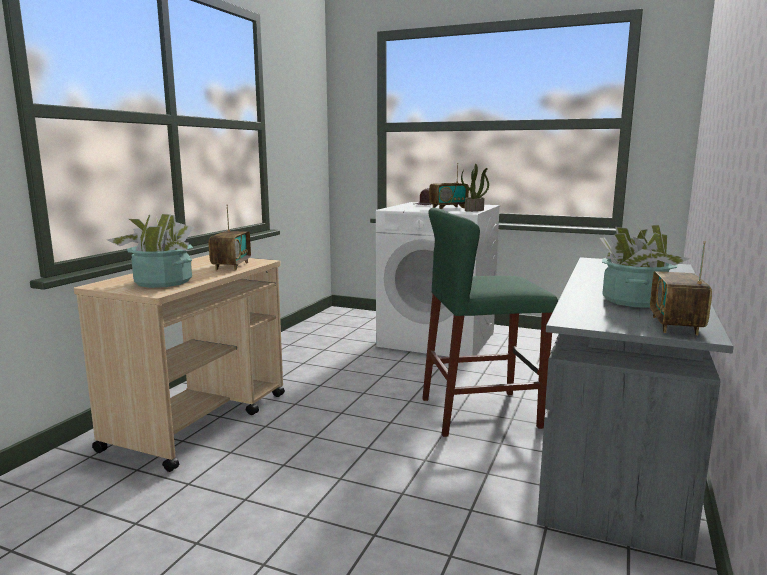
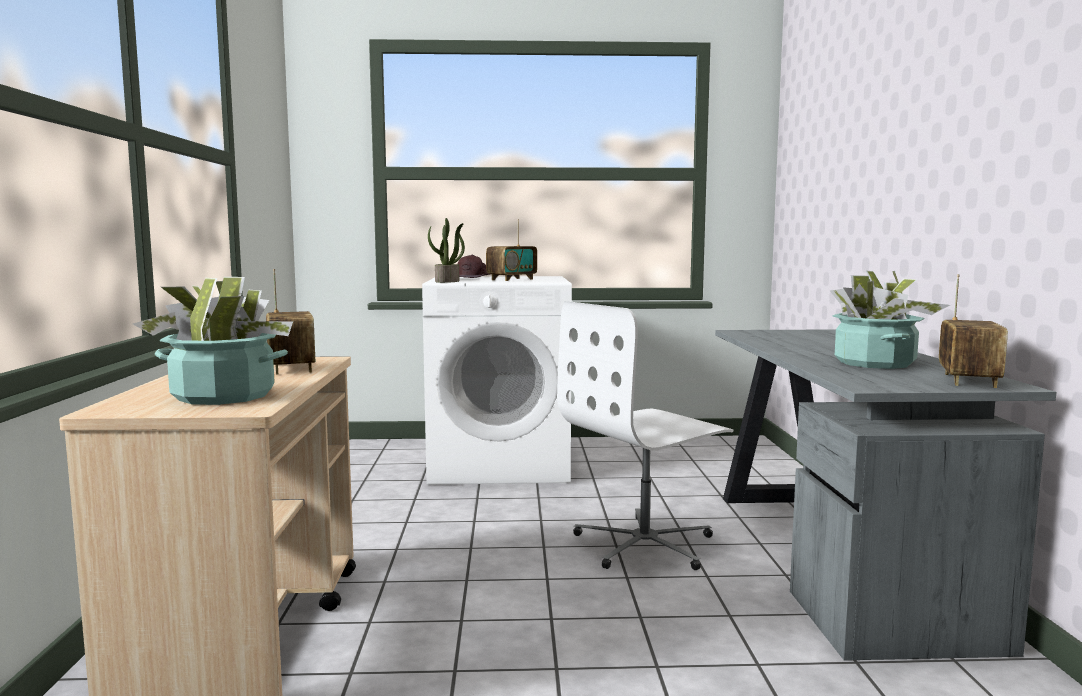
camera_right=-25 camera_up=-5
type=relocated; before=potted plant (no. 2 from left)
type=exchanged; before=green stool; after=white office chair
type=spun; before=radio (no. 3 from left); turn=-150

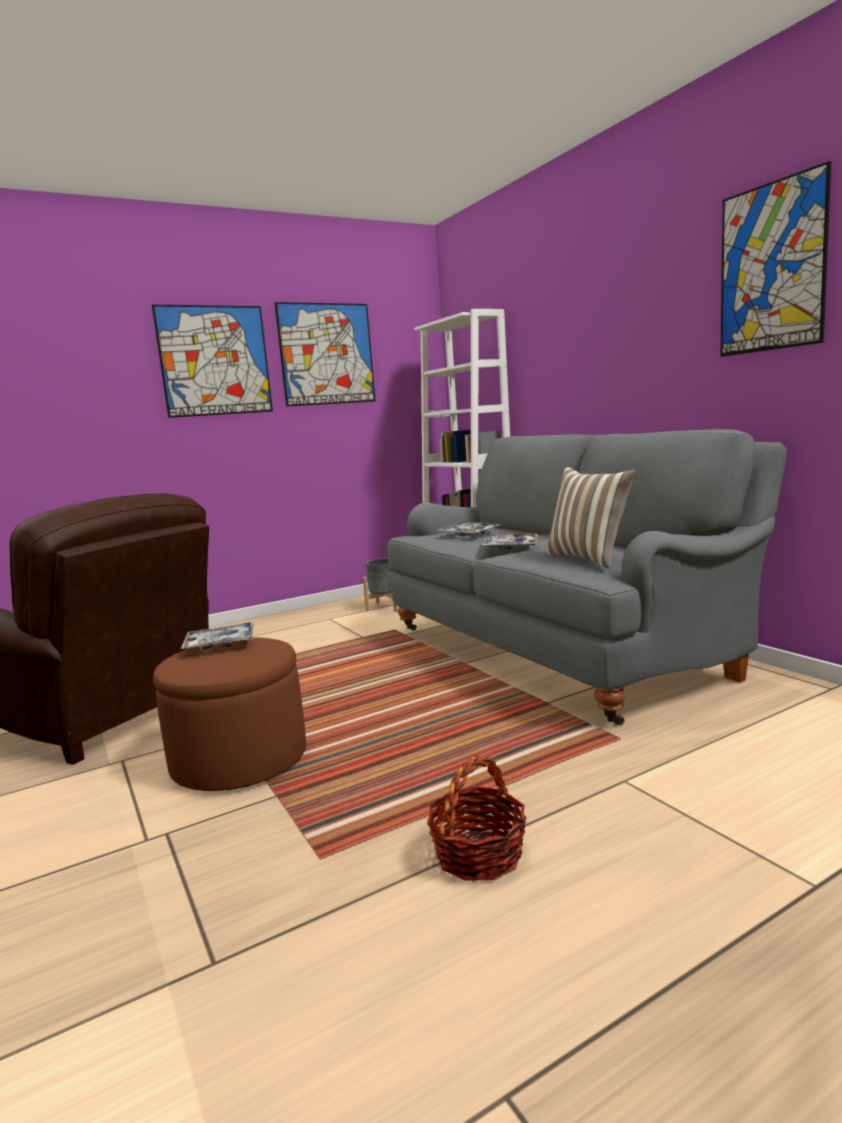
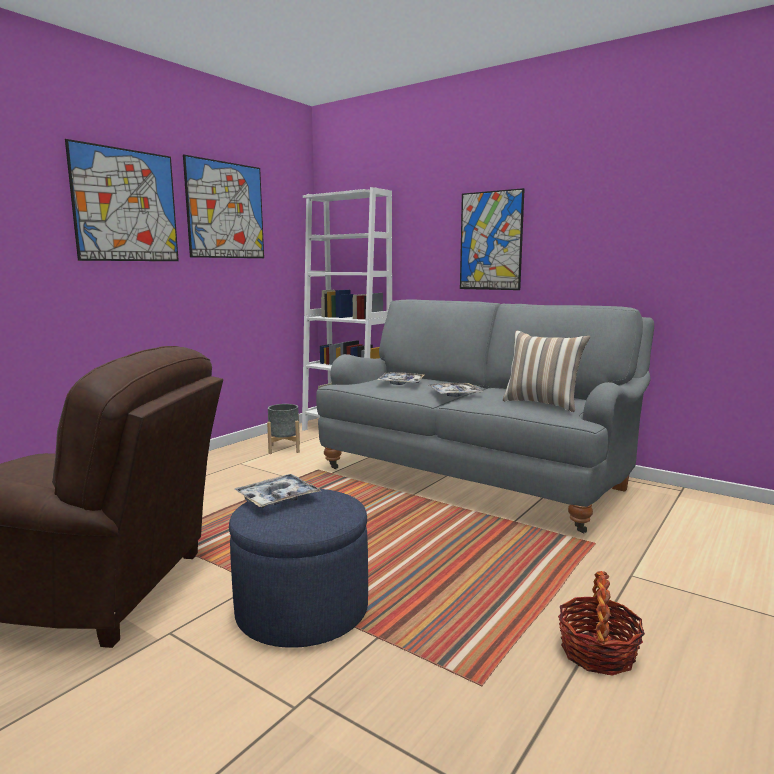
camera_right=-25 camera_up=0
type=relocated; before=picture (no. 3 from left)
type=colour; before=brown ottoman; after=blue ottoman

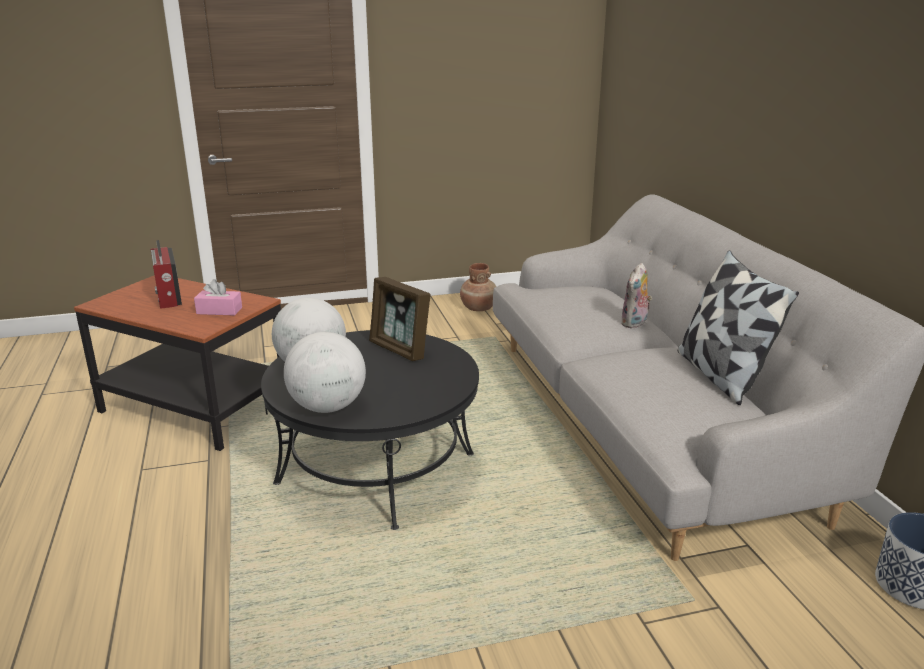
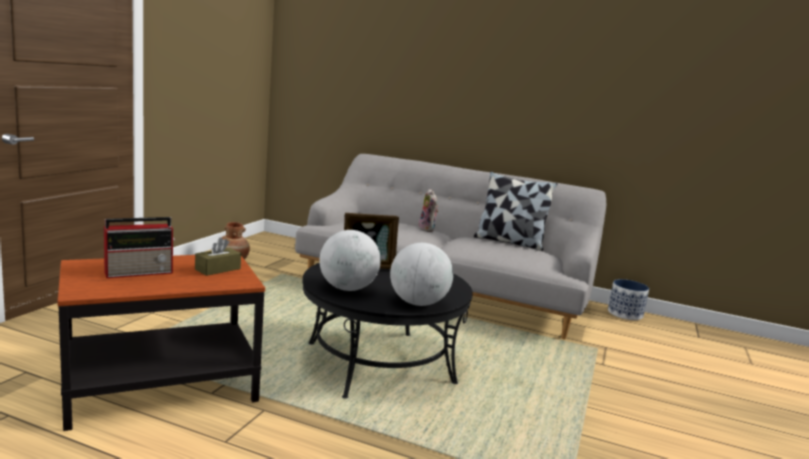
camera_right=-55 camera_up=-10
type=colour; before=pink tissue box; after=brown tissue box
type=spun; before=radio; turn=-45

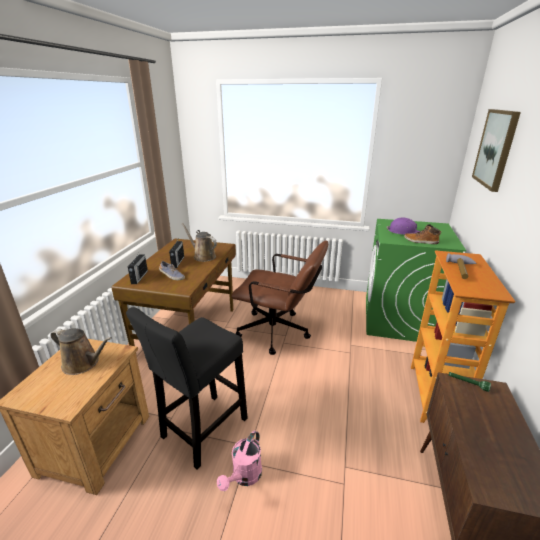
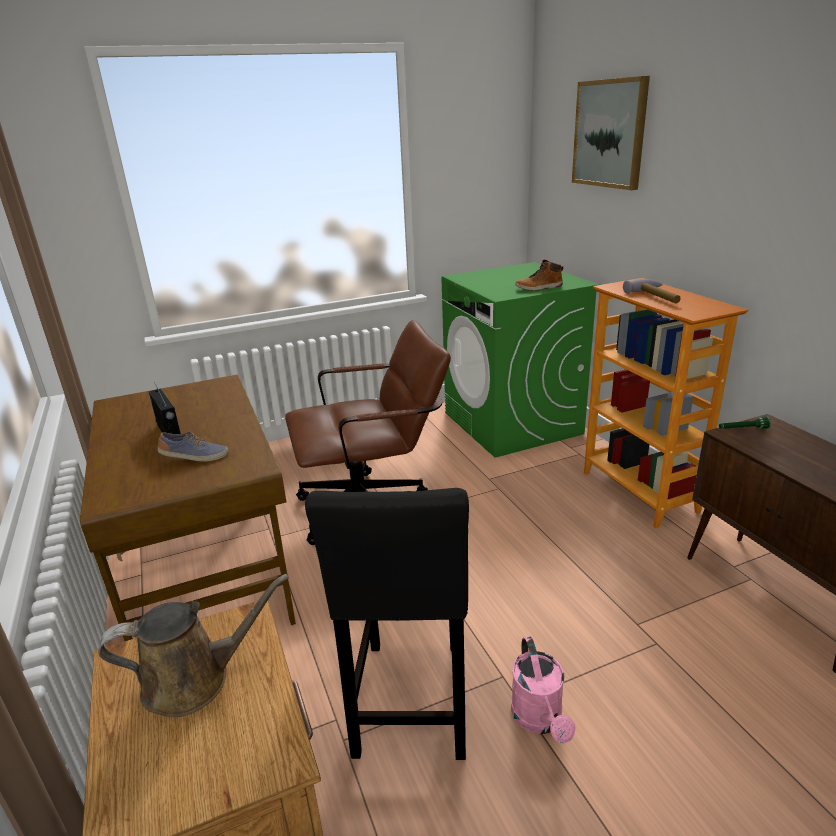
camera_right=-35 camera_up=0
type=missing; before=radio (no. 1 from left)
type=missing; before=brown watering can (no. 2 from left)
type=missing; before=purple hard hat

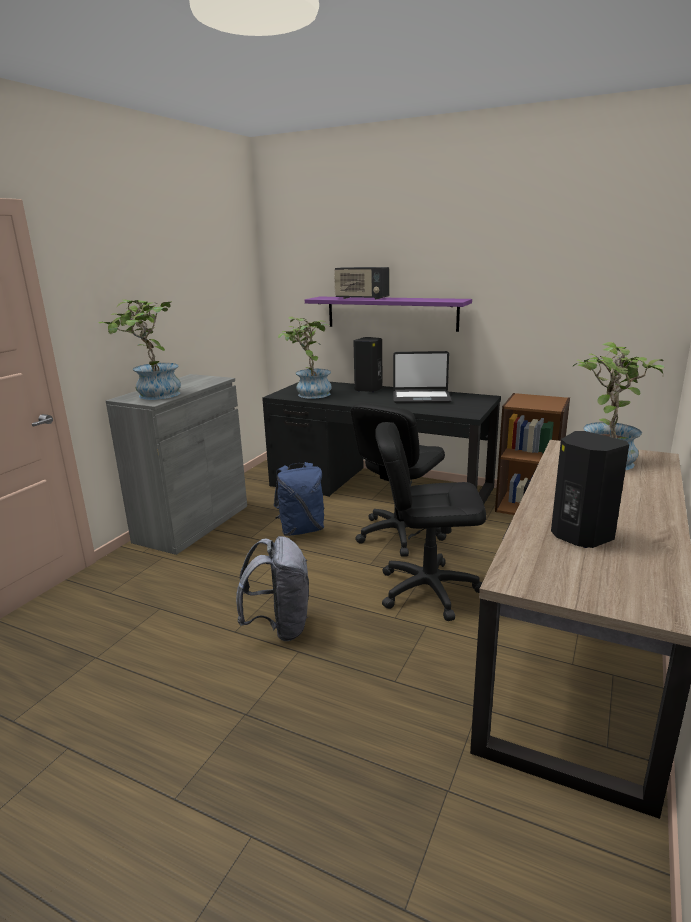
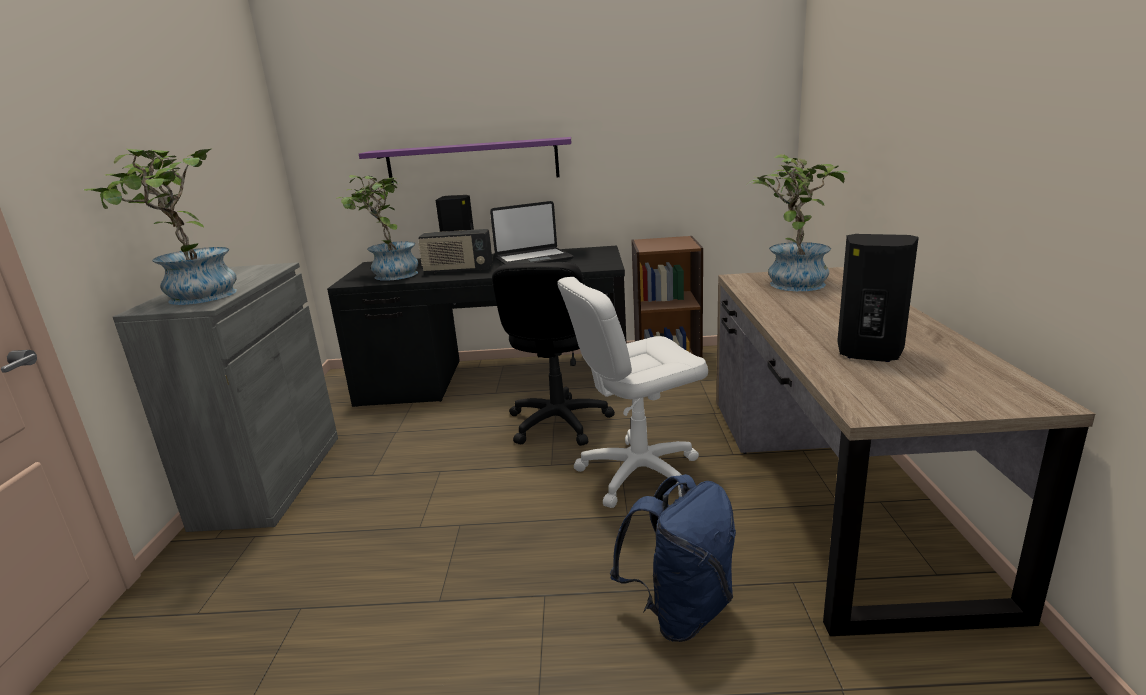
camera_right=-25 camera_up=0
type=missing; before=grey backpack
type=relocated; before=blue backpack
type=relocated; before=radio
type=colour; before=black office chair (no. 2 from left); after=white office chair

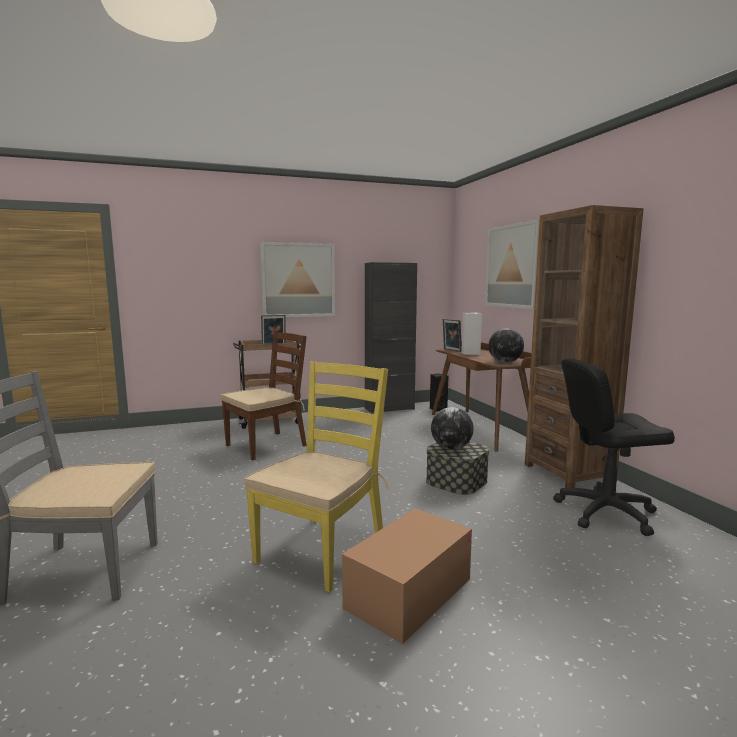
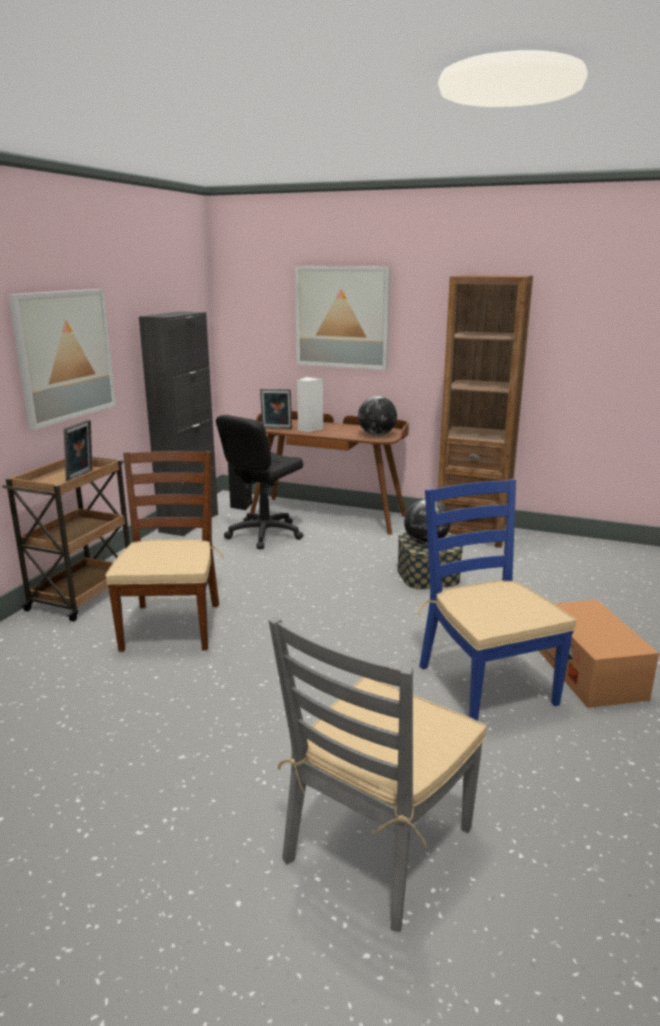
camera_right=-50 camera_up=10
type=relocated; before=black office chair
type=colour; before=yellow chair; after=blue chair

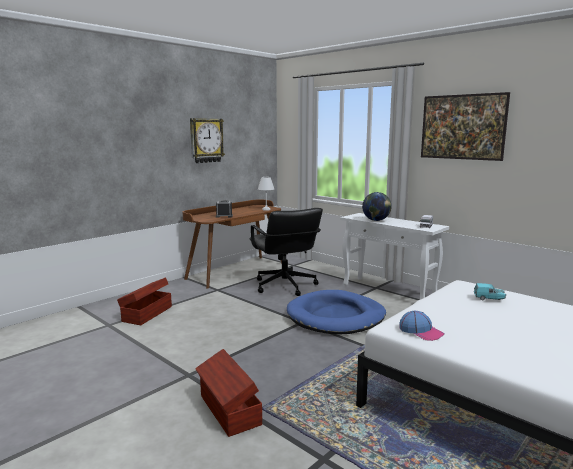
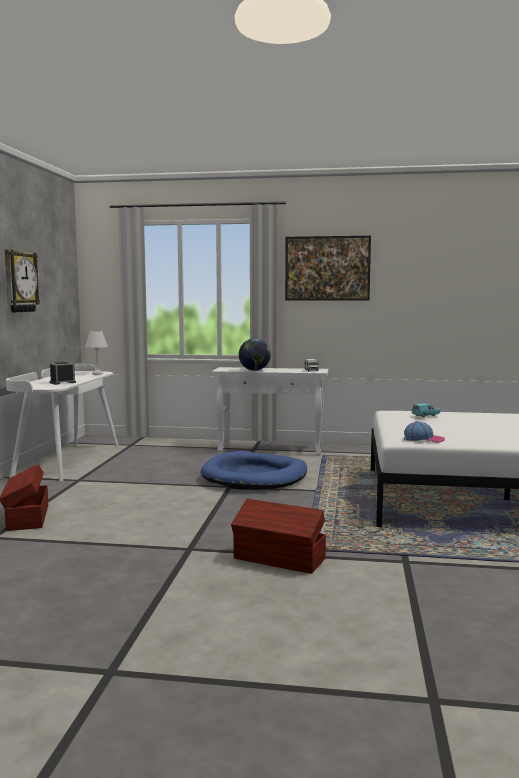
camera_right=-35 camera_up=-5
type=missing; before=black office chair
type=colour; before=brown desk; after=white desk

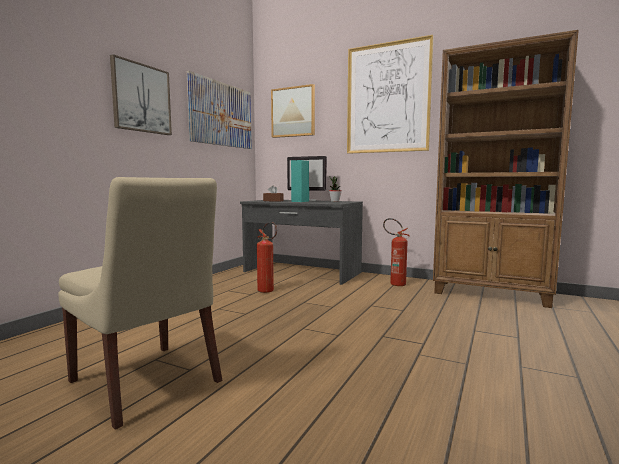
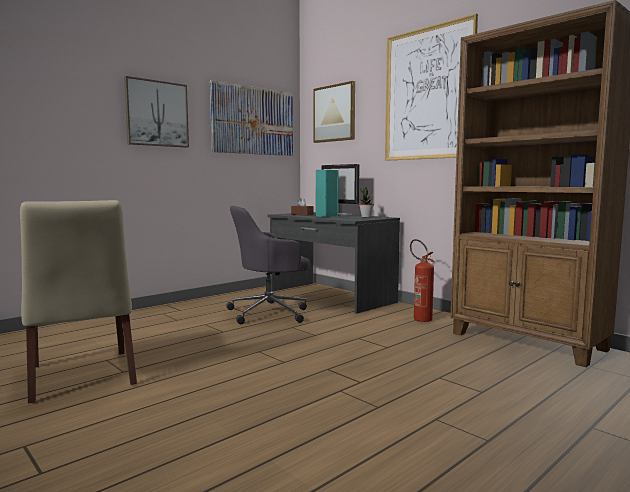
camera_right=20 camera_up=0
type=exchanged; before=fire extinguisher (no. 1 from left); after=grey office chair

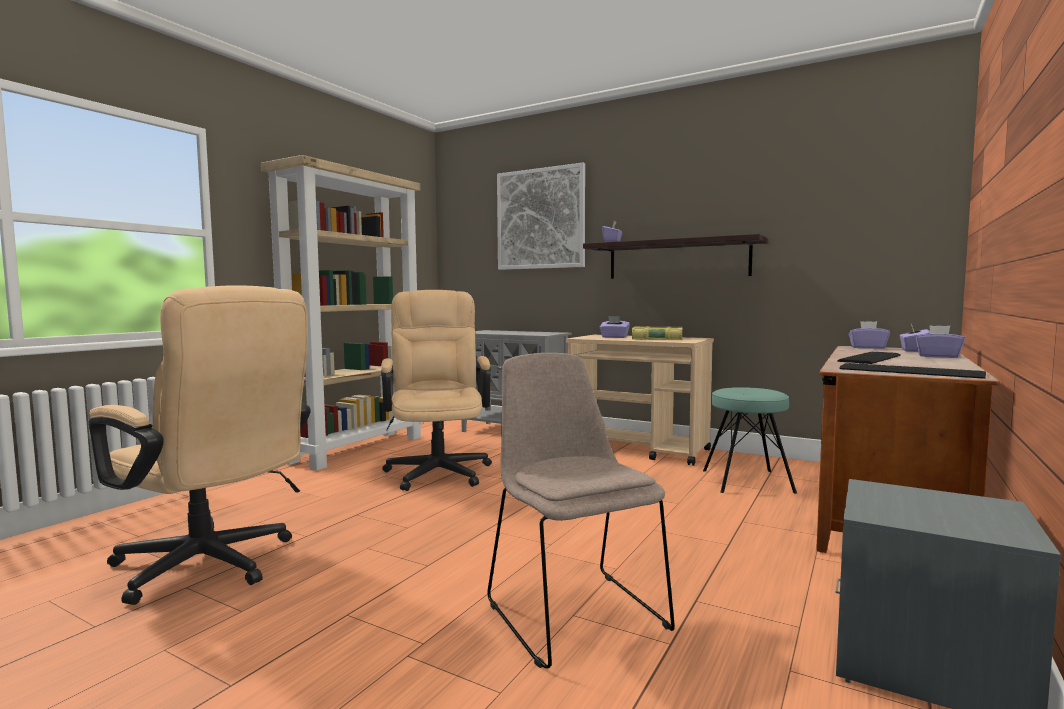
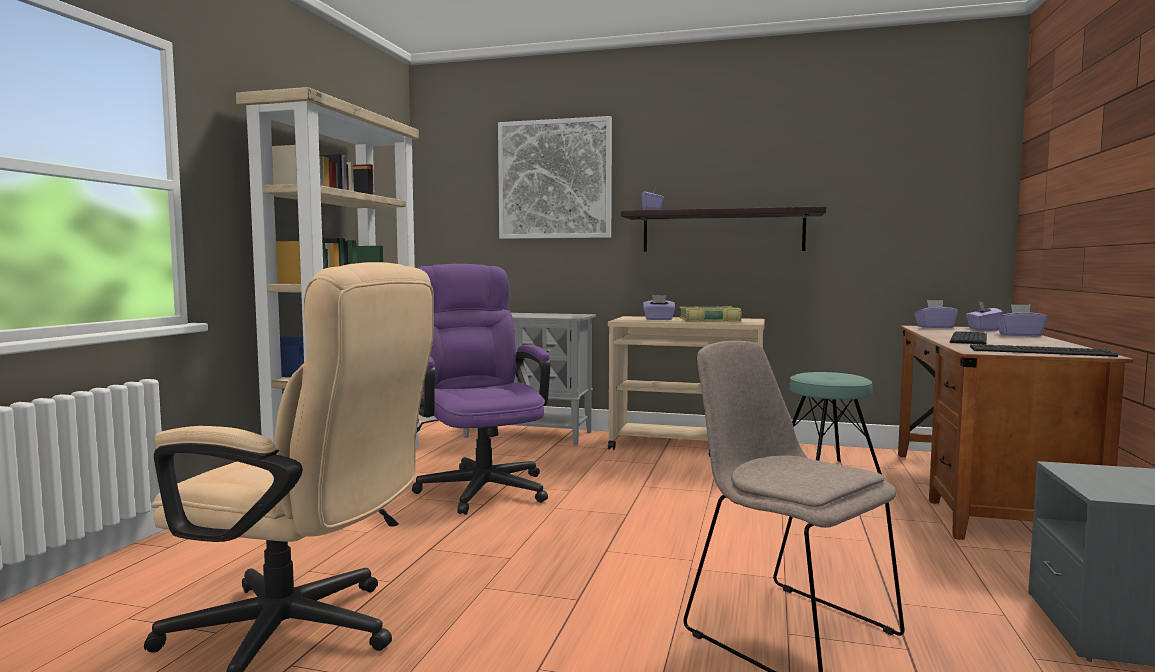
camera_right=-15 camera_up=0
type=colour; before=beige office chair (no. 2 from left); after=purple office chair

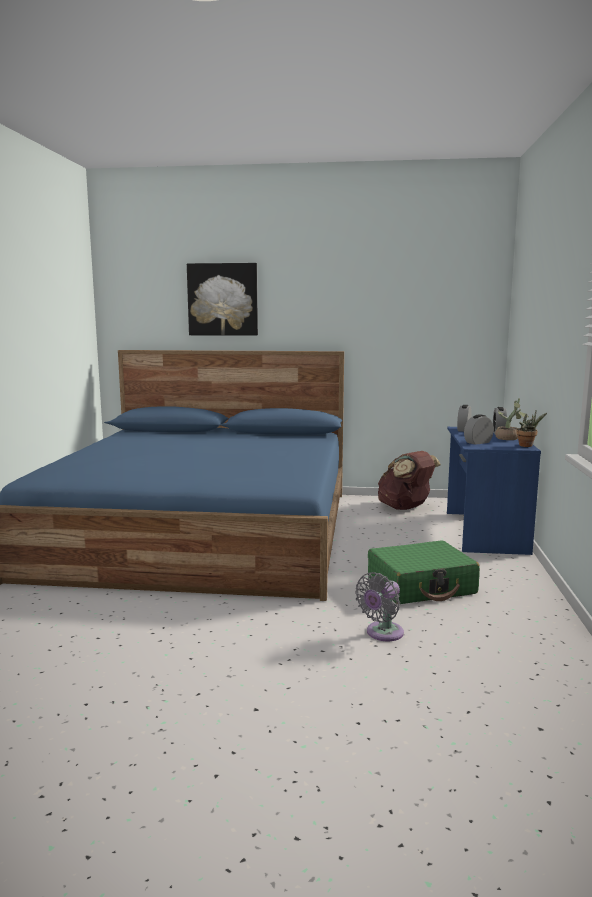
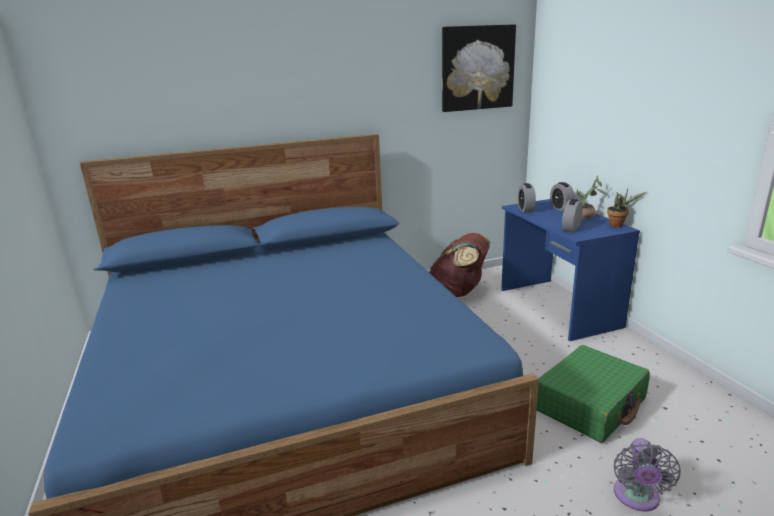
camera_right=-25 camera_up=10
type=relocated; before=picture

